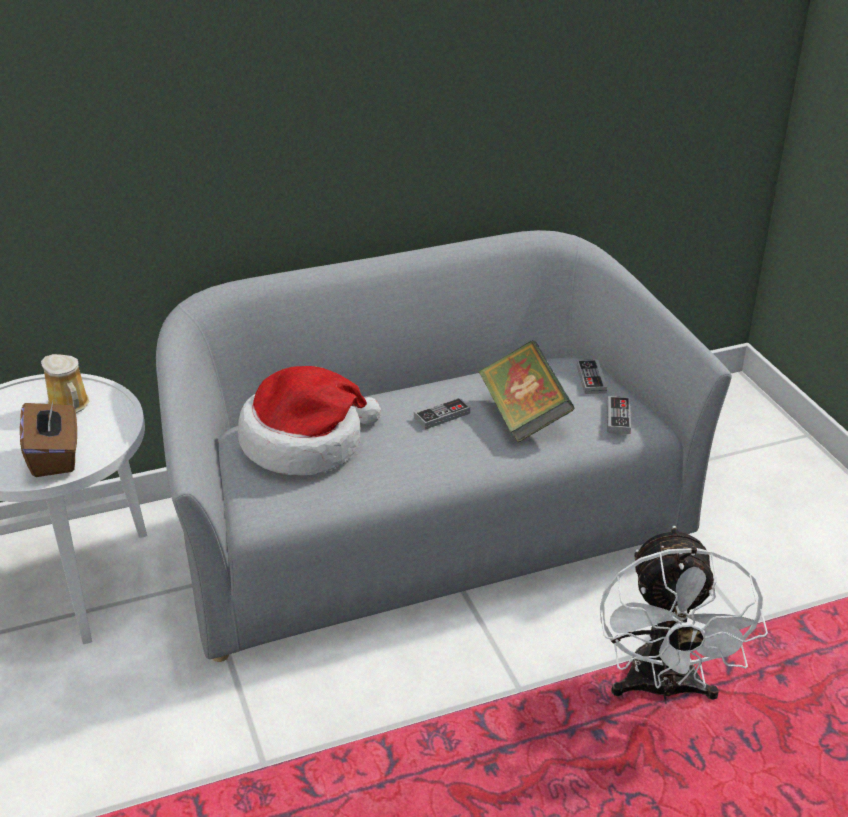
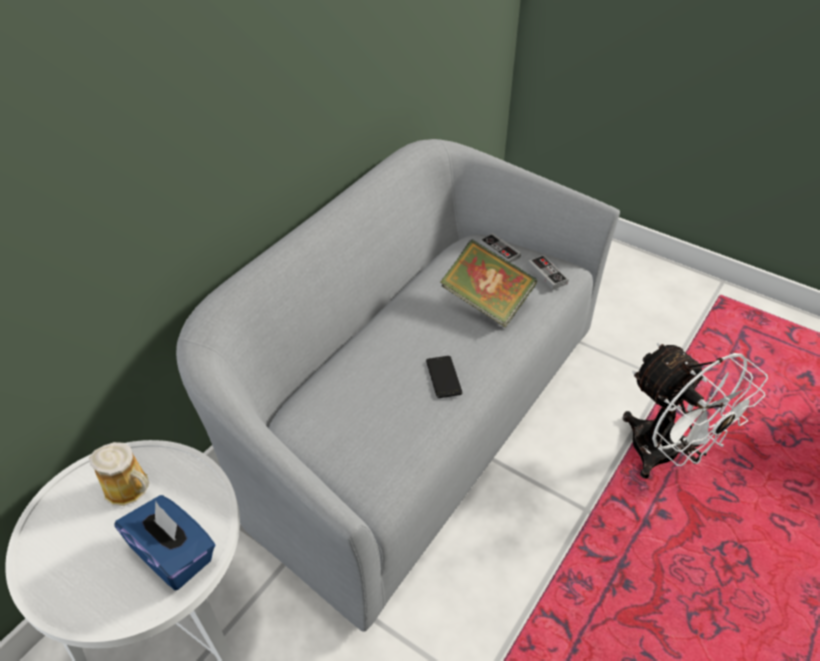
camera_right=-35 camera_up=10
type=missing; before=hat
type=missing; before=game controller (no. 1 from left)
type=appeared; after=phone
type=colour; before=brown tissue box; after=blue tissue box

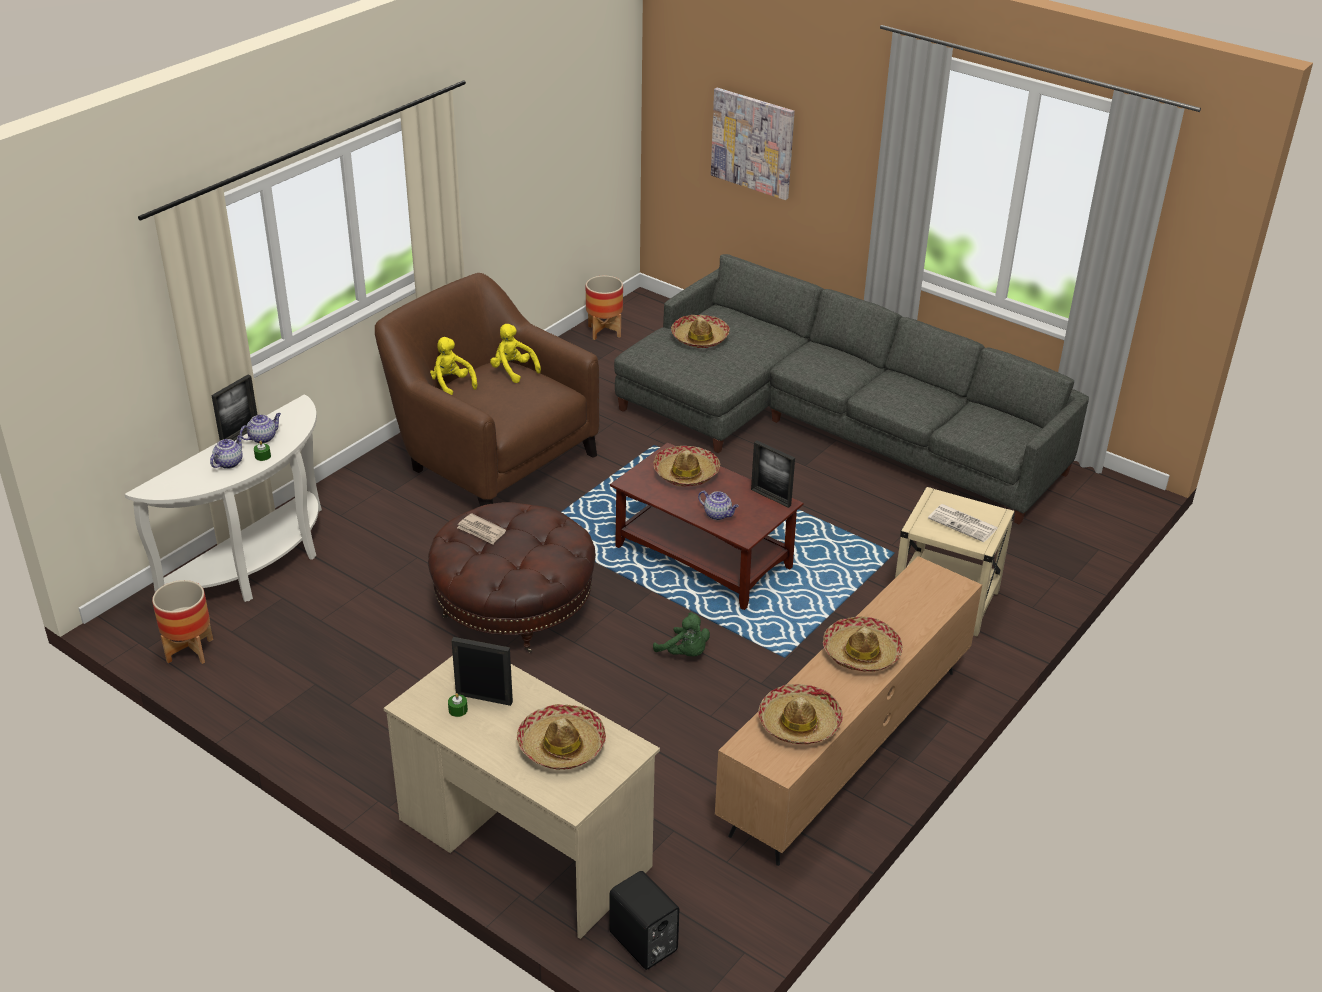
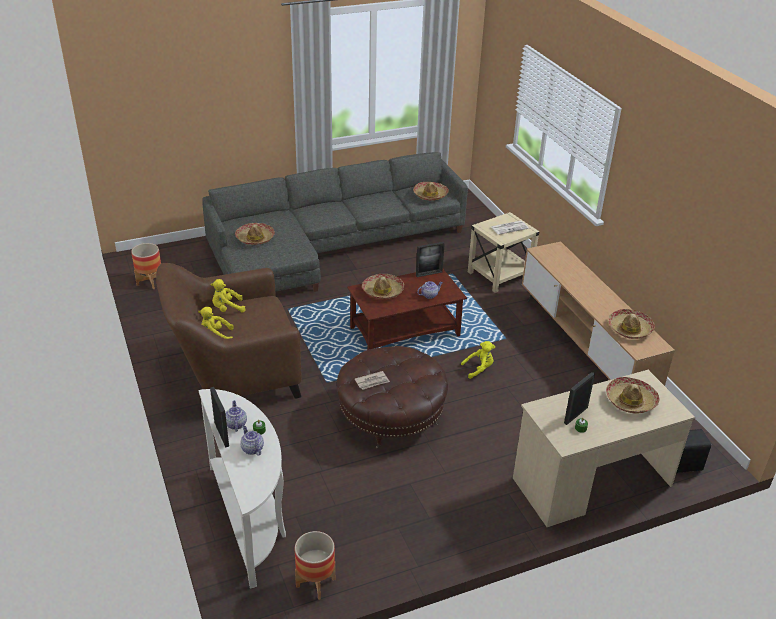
camera_right=-60 camera_up=0
type=missing; before=picture
type=relocated; before=hat (no. 5 from left in the first image); after=hat (no. 3 from left)
type=colour; before=green plush toy; after=yellow plush toy (no. 3 from left)

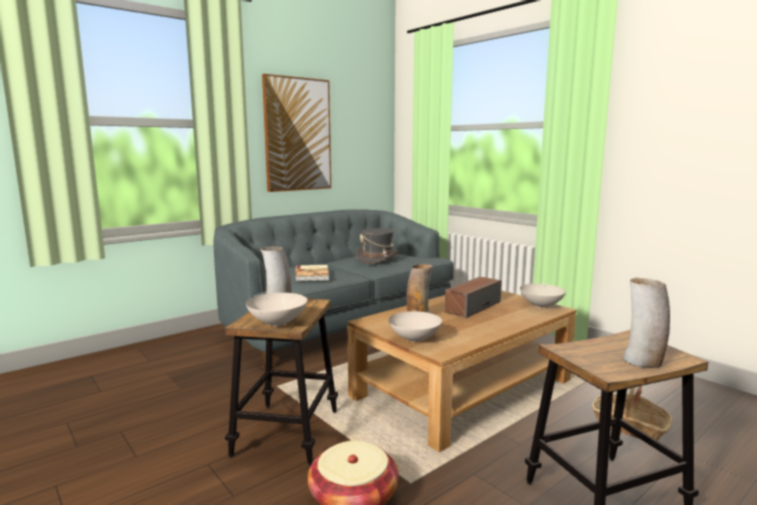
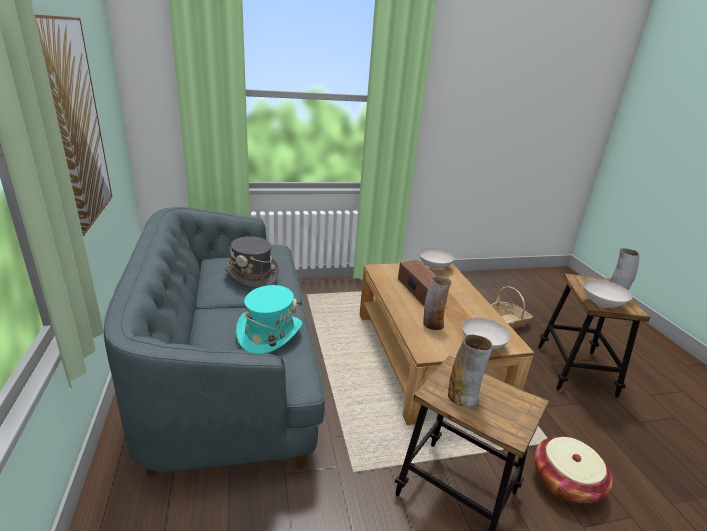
camera_right=-65 camera_up=15
type=relocated; before=white bowl (no. 1 from left in the first image); after=white bowl (no. 3 from left)
type=exchanged; before=book; after=turquoise hat

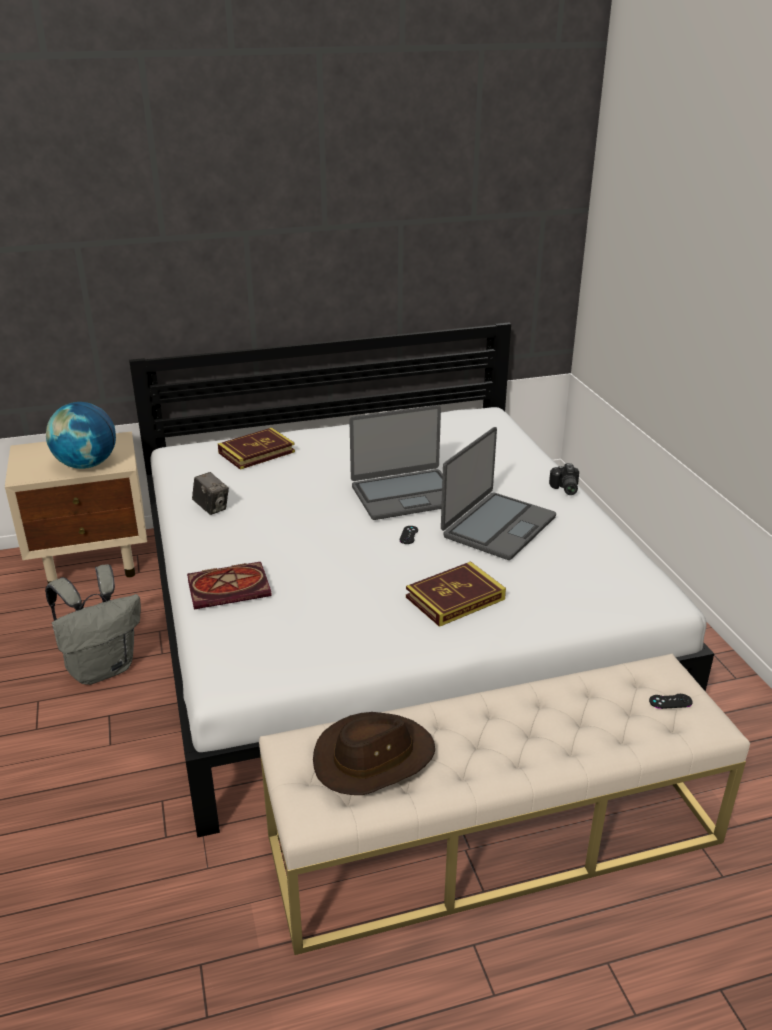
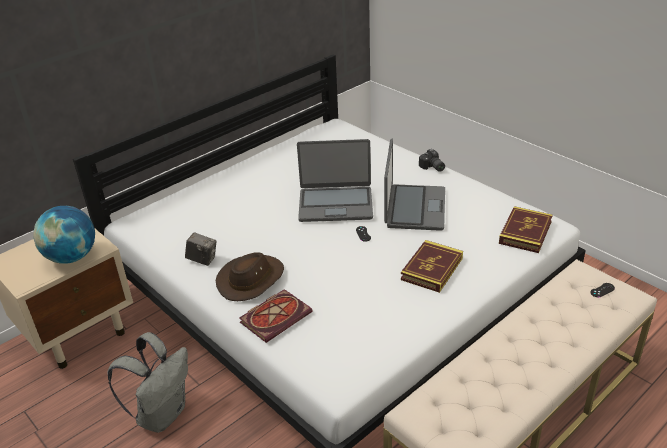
camera_right=-25 camera_up=5
type=relocated; before=book (no. 2 from left in the first image); after=book (no. 3 from left)
type=relocated; before=brown hat
type=spun; before=laptop (no. 1 from left); turn=45

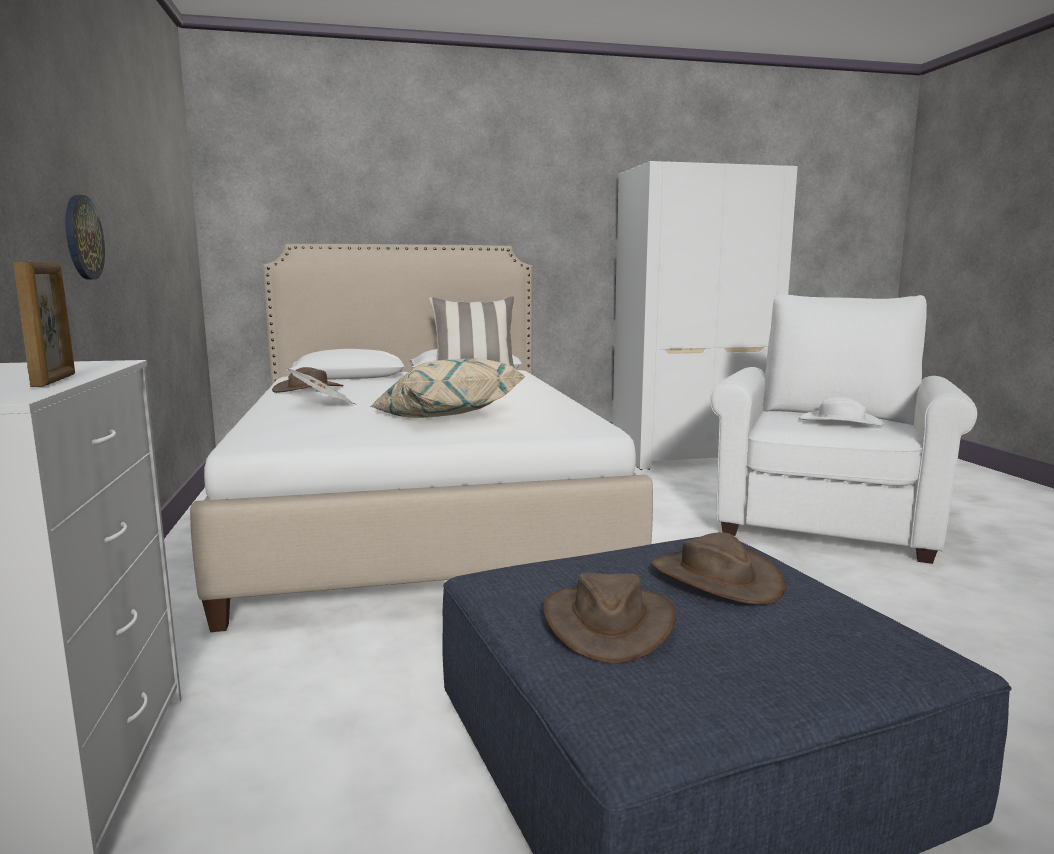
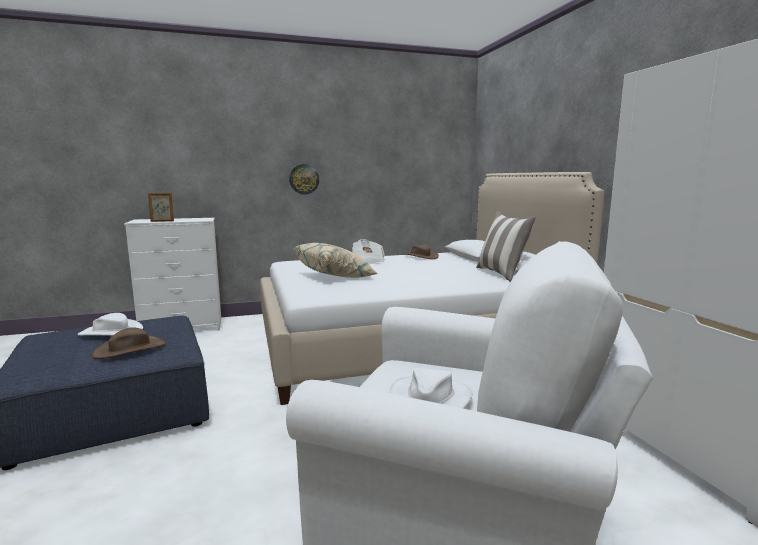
camera_right=85 camera_up=0
type=colour; before=brown hat (no. 2 from left); after=white hat (no. 1 from left)

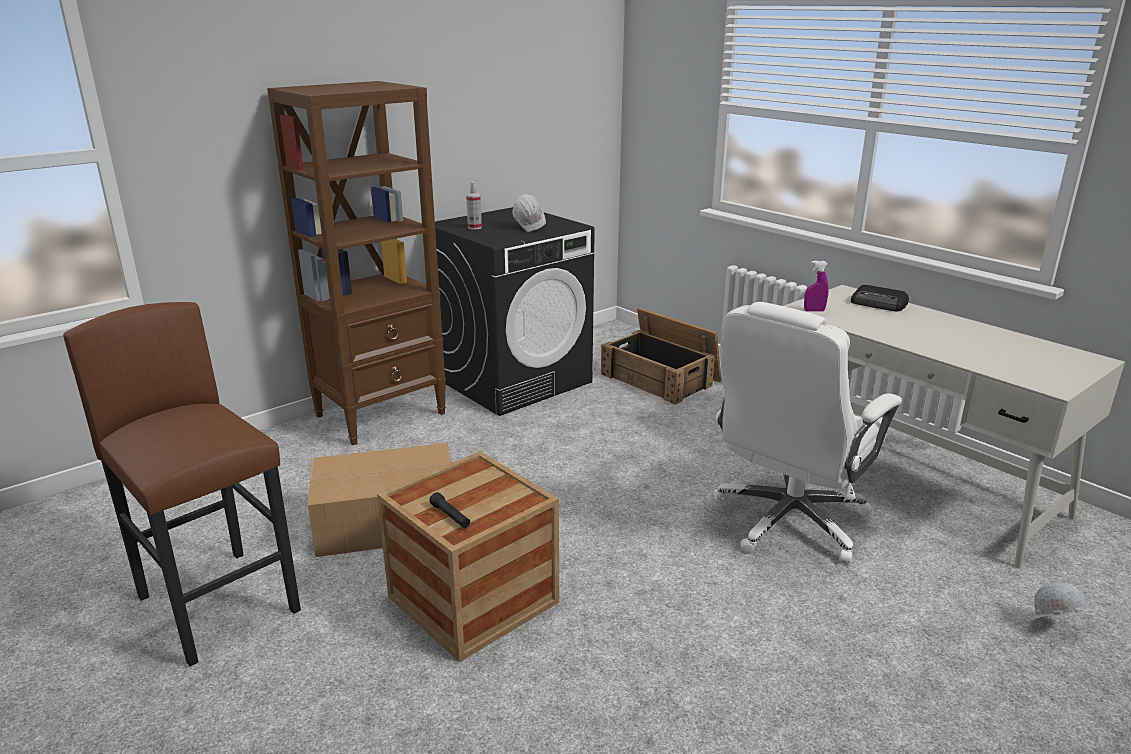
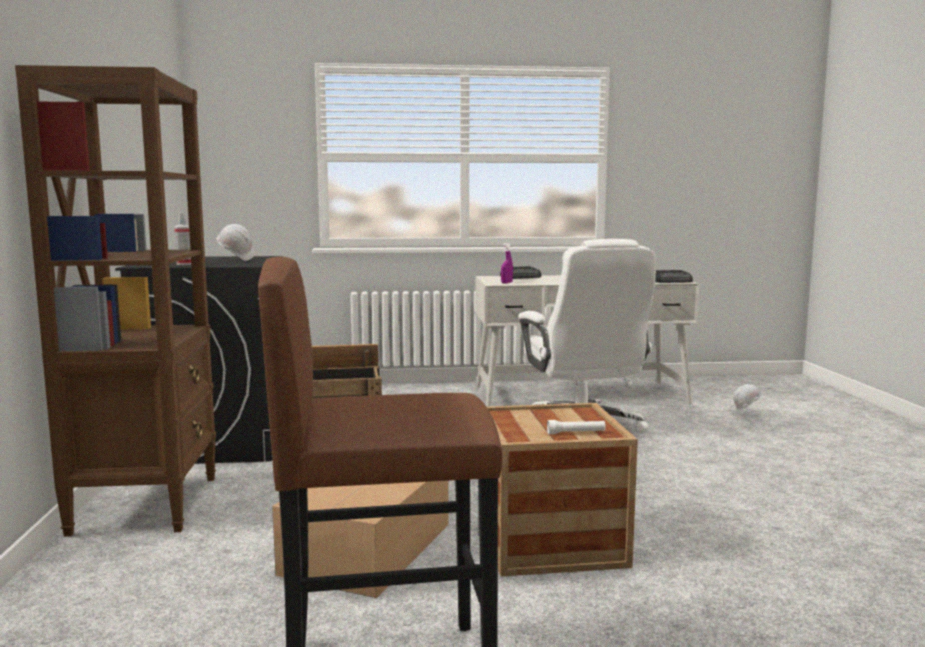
camera_right=-55 camera_up=-15
type=appeared; after=radio (no. 2 from left)
type=colour; before=black flashlight; after=white flashlight

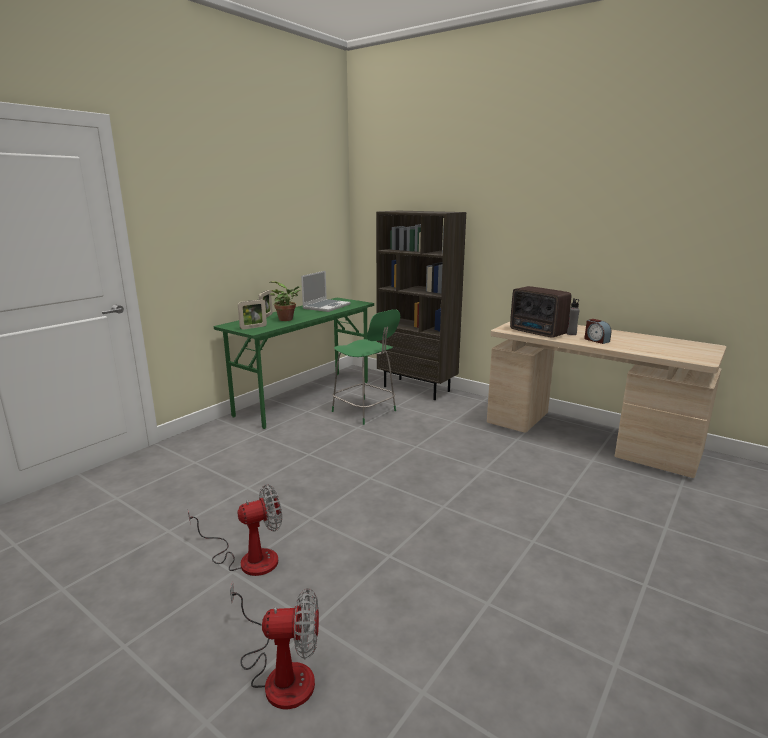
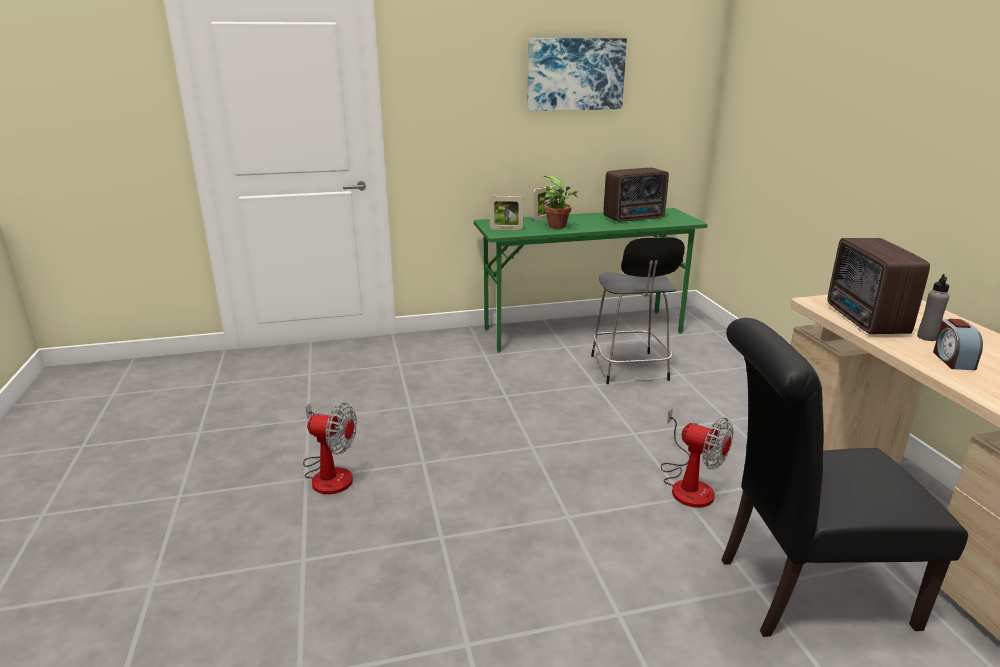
camera_right=40 camera_up=5
type=missing; before=brown bookcase
type=appeared; after=picture
type=appeared; after=black chair
type=relocated; before=fan (no. 2 from left)
type=exchanged; before=laptop; after=radio (no. 1 from left)
type=colour; before=green stool; after=black stool

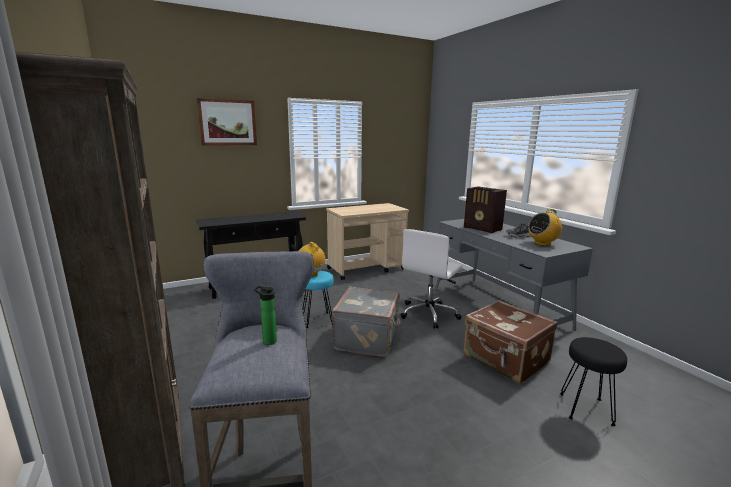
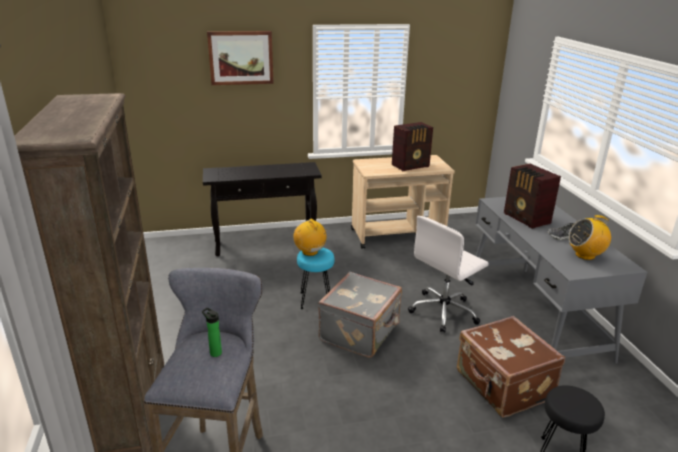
camera_right=15 camera_up=10
type=appeared; after=radio (no. 2 from left)

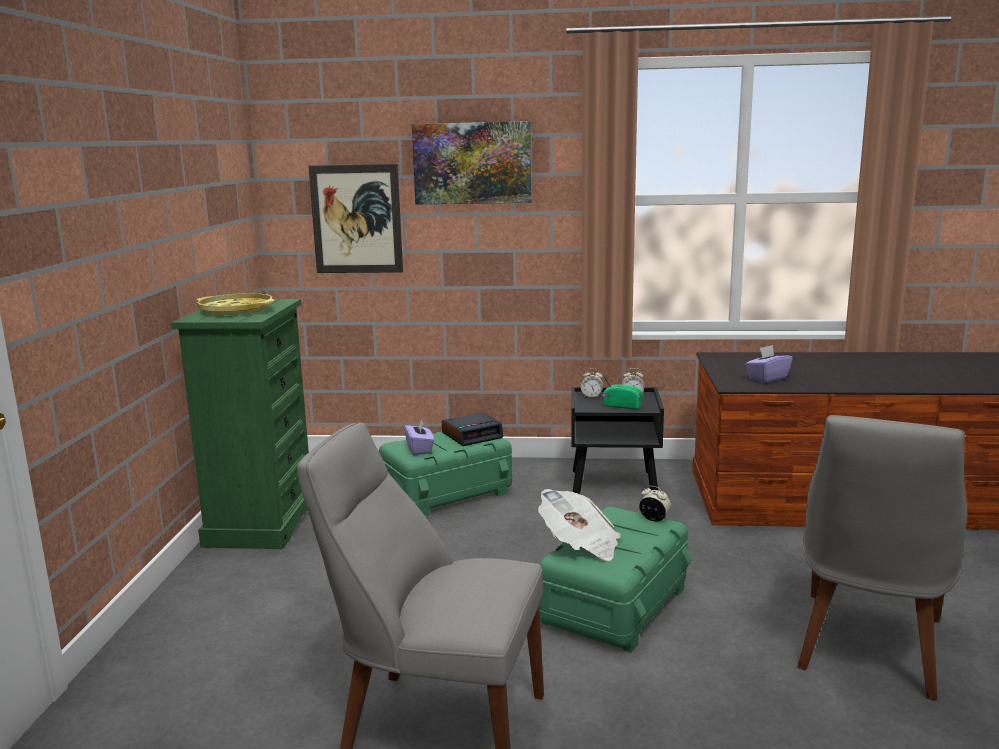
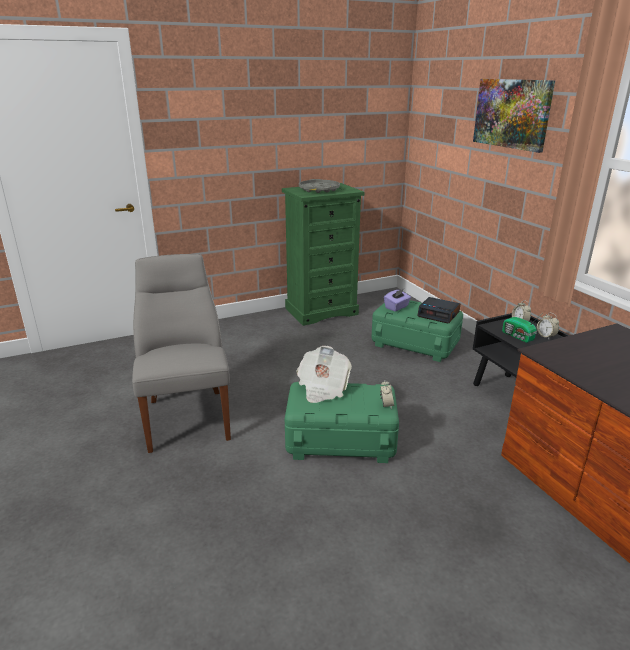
camera_right=60 camera_up=10
type=missing; before=picture (no. 1 from left)
type=missing; before=purple tissue box (no. 2 from left)
type=missing; before=grey chair (no. 2 from left)
type=colour; before=yellow tray; after=grey tray
type=spun; before=radio; turn=150

